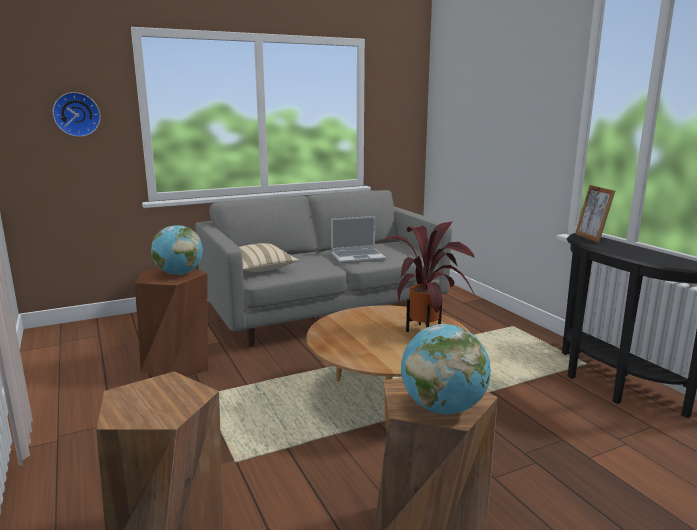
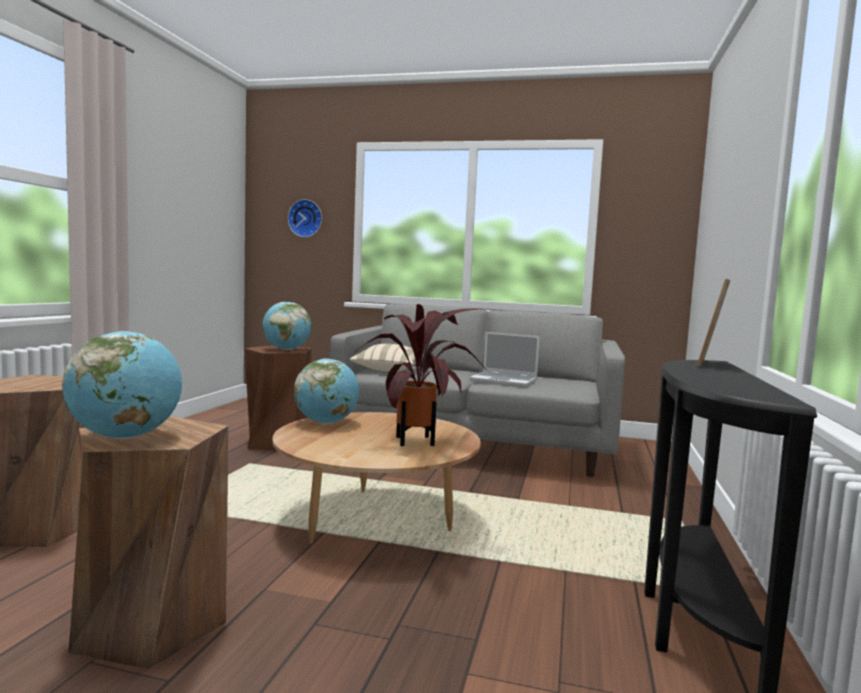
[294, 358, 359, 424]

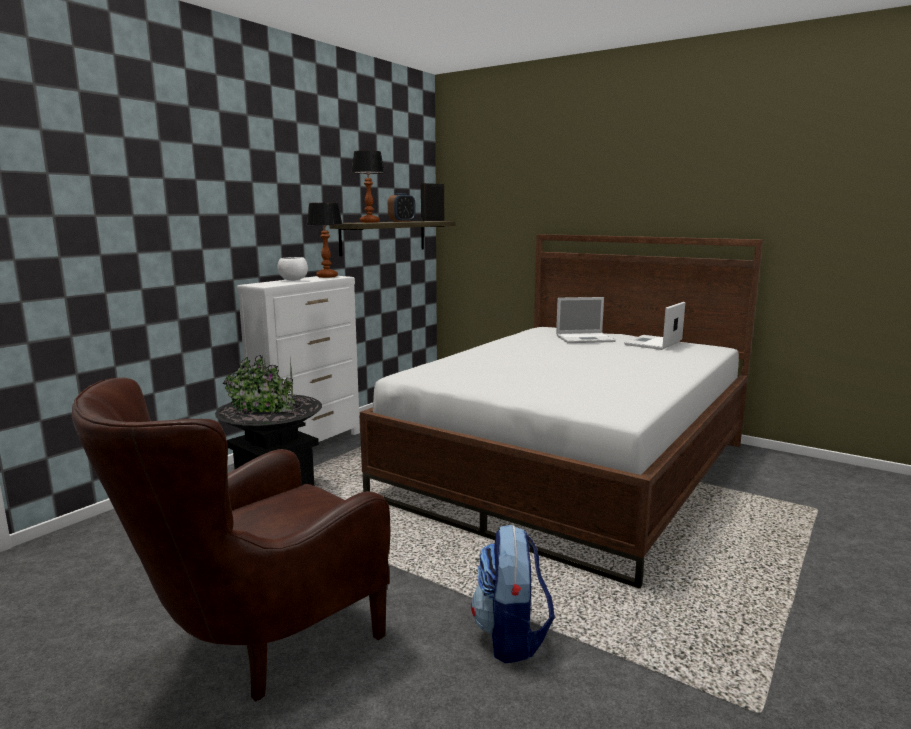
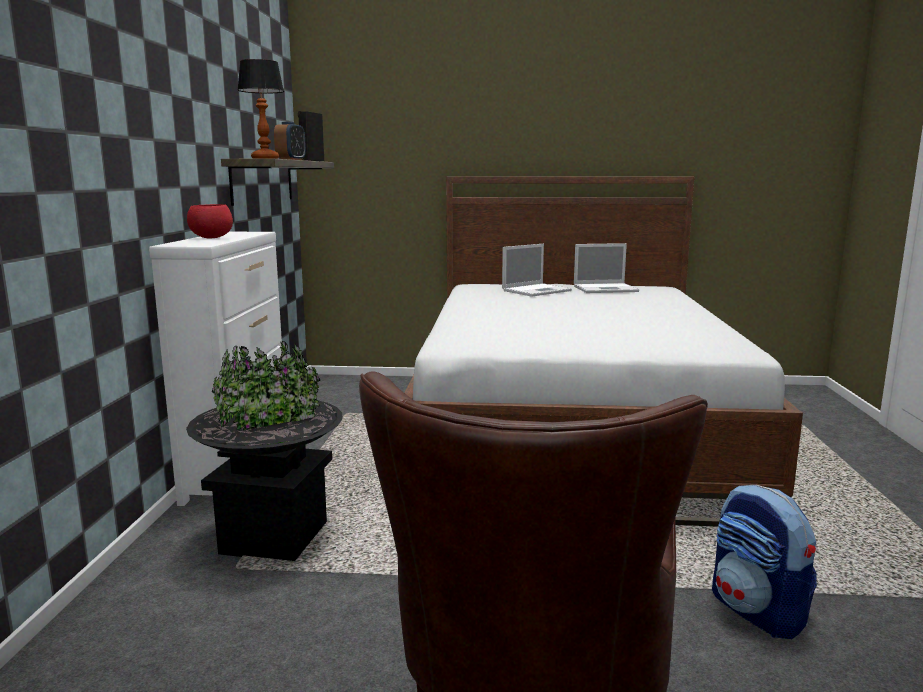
[187, 204, 233, 239]
[307, 203, 343, 278] (first image)
[574, 243, 639, 293]

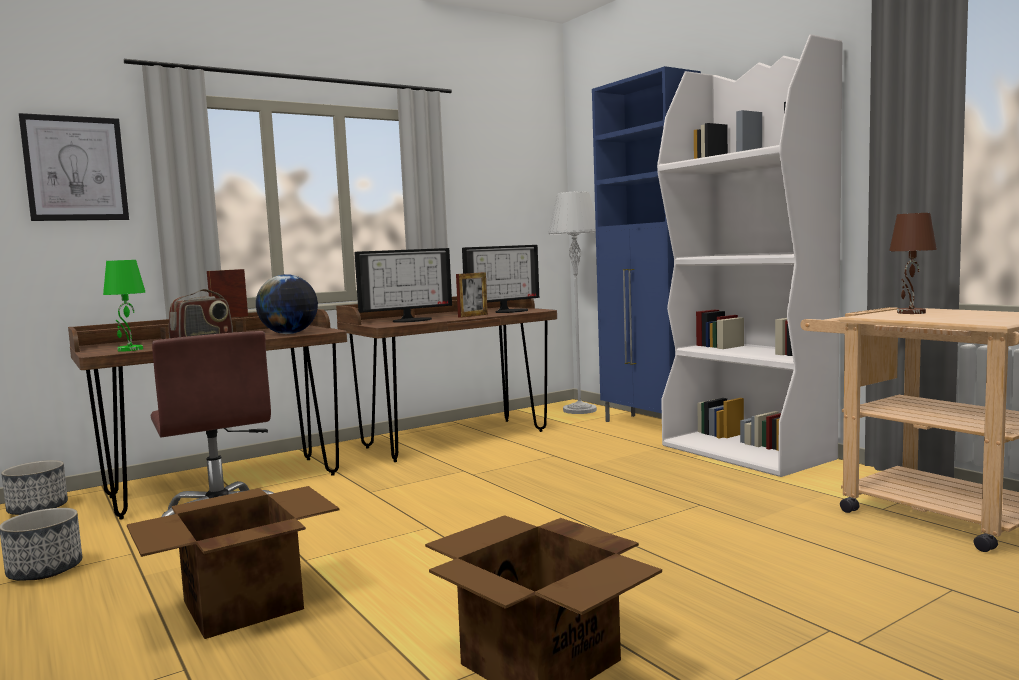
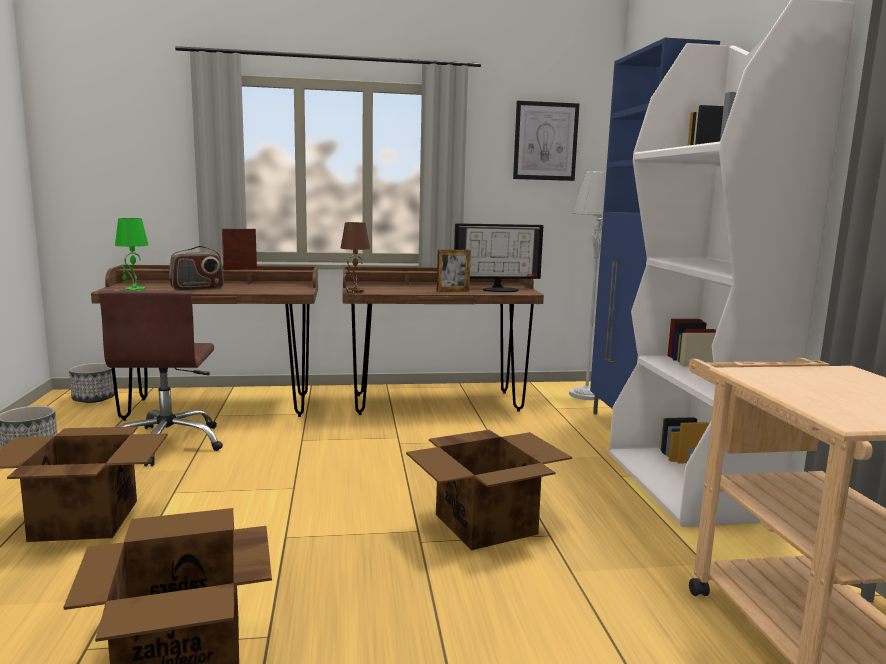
[513, 101, 579, 181]
[256, 274, 318, 334] (first image)
[354, 248, 452, 322] (first image)
[341, 222, 370, 293]
[406, 430, 572, 550]

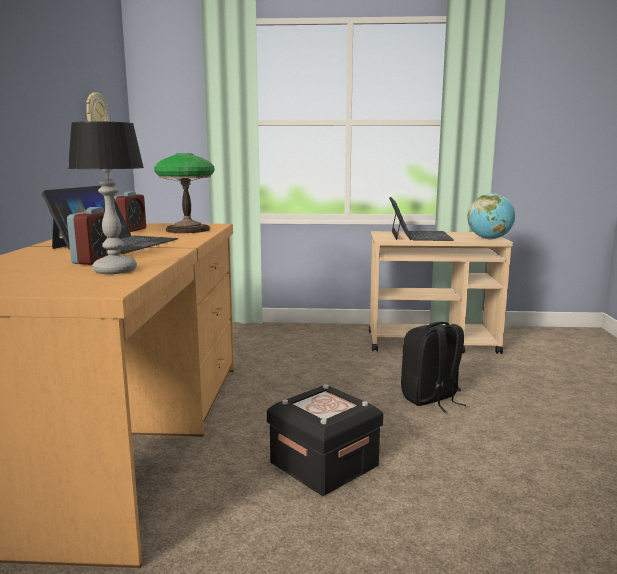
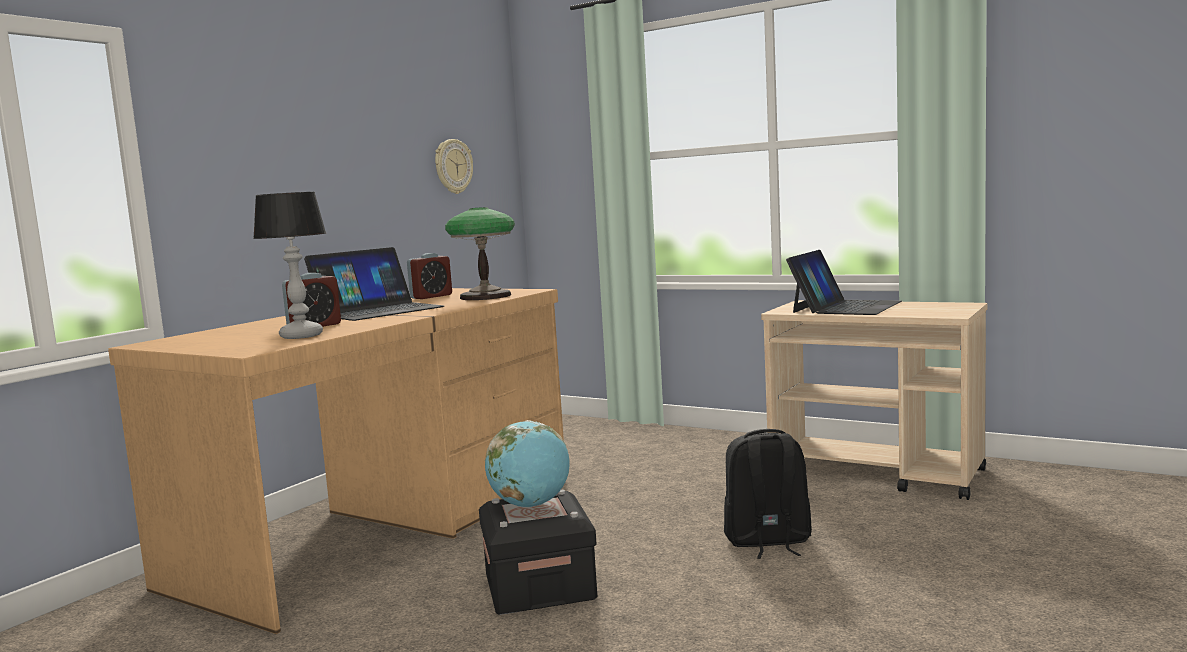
[485, 420, 570, 508]

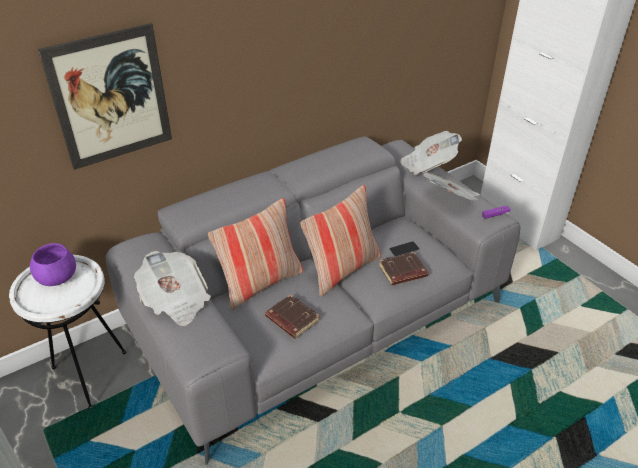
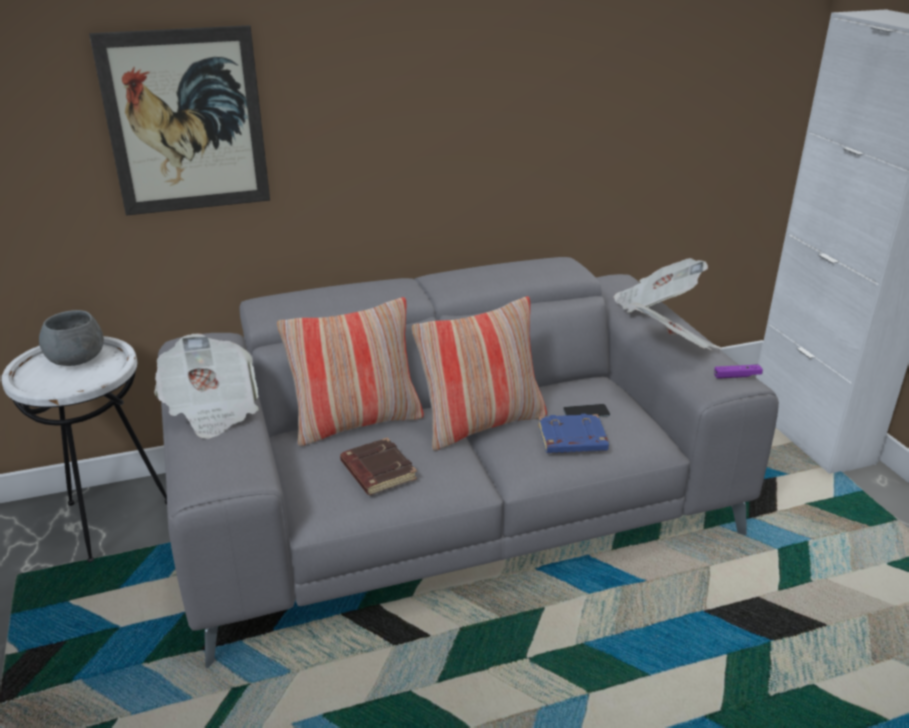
[39, 310, 104, 366]
[538, 414, 609, 453]

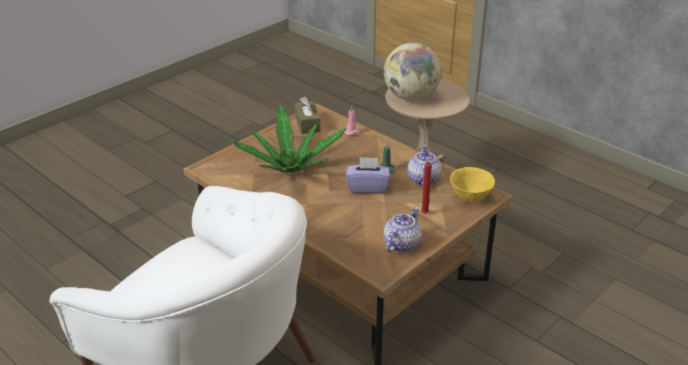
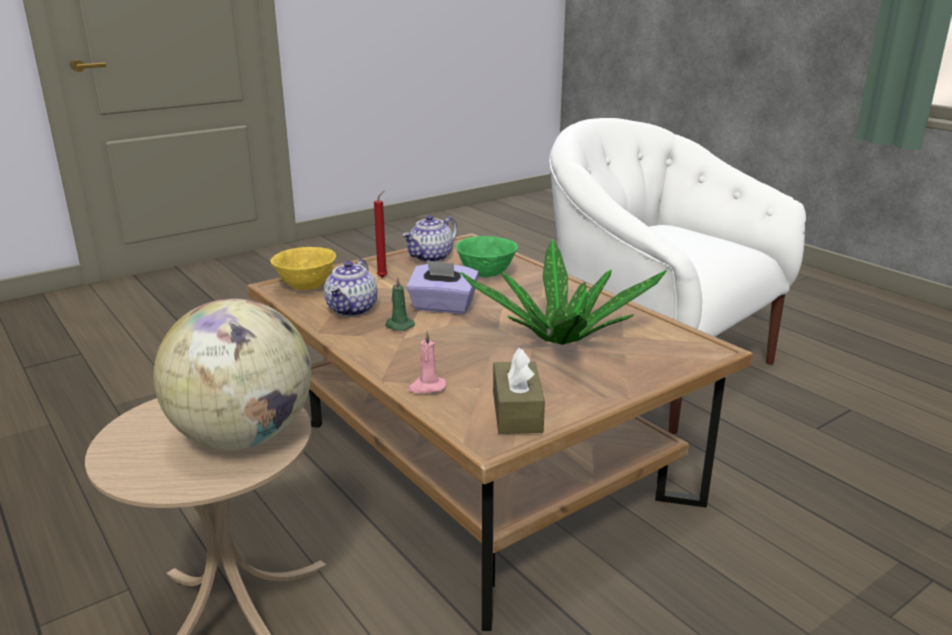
[456, 236, 518, 277]

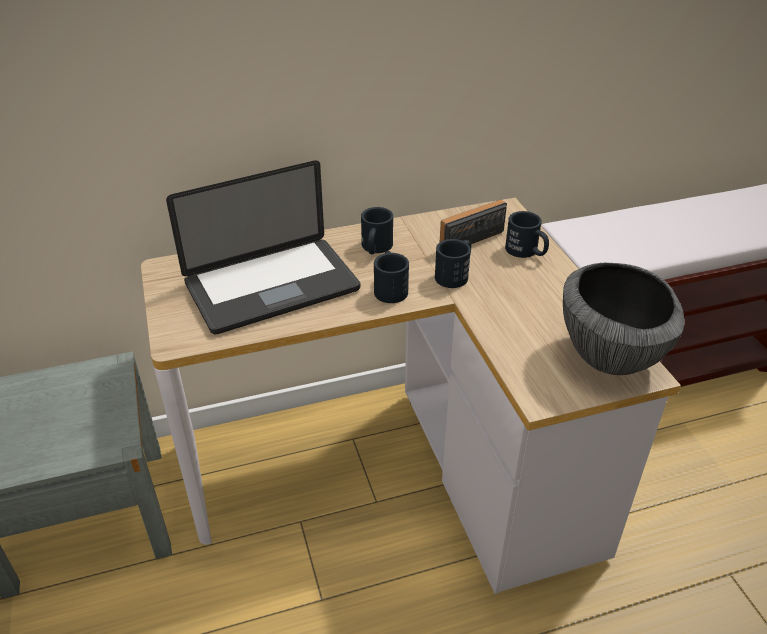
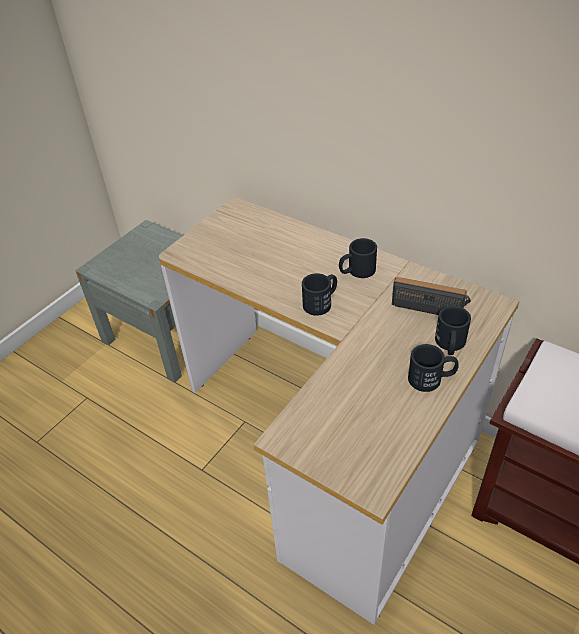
[166, 160, 361, 334] (first image)
[408, 344, 459, 392]
[563, 263, 684, 375] (first image)

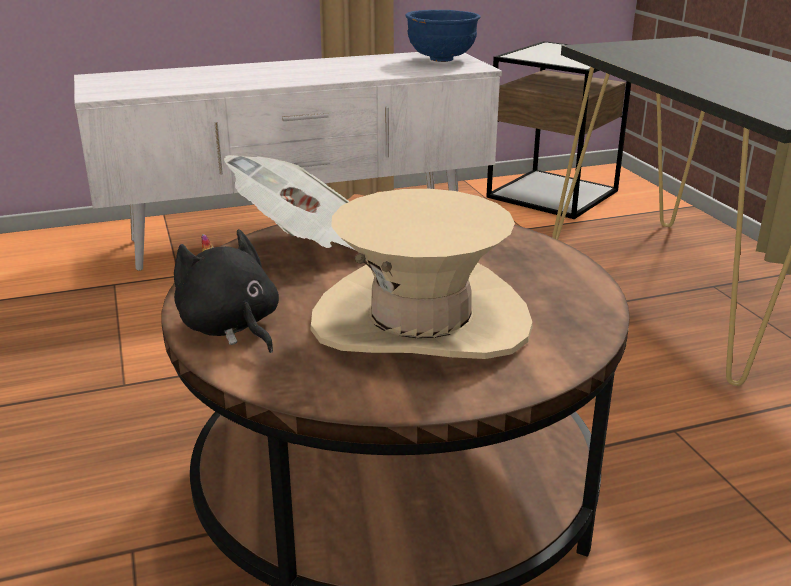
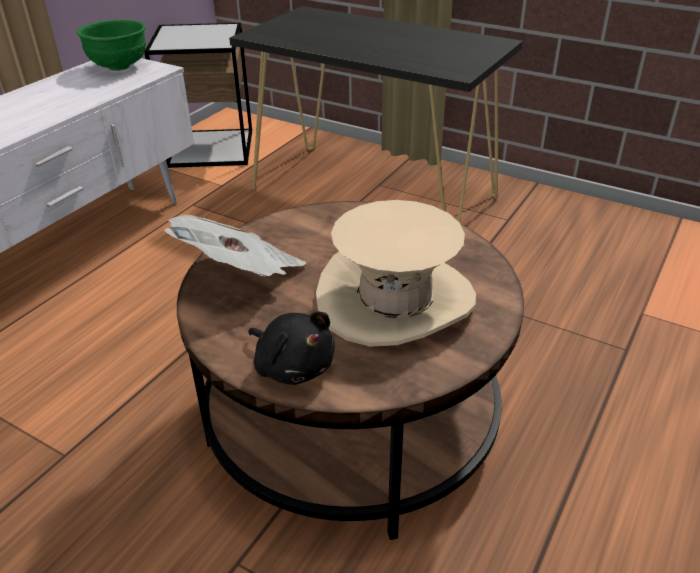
[248, 312, 334, 385]
[76, 20, 146, 71]

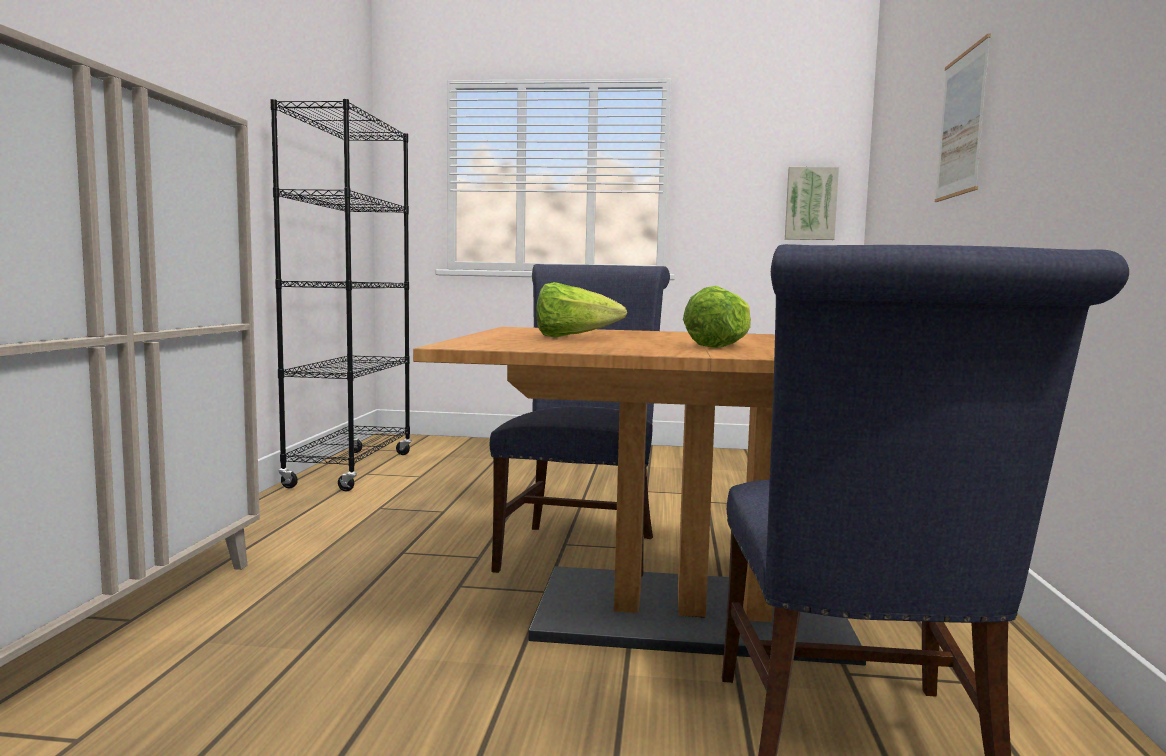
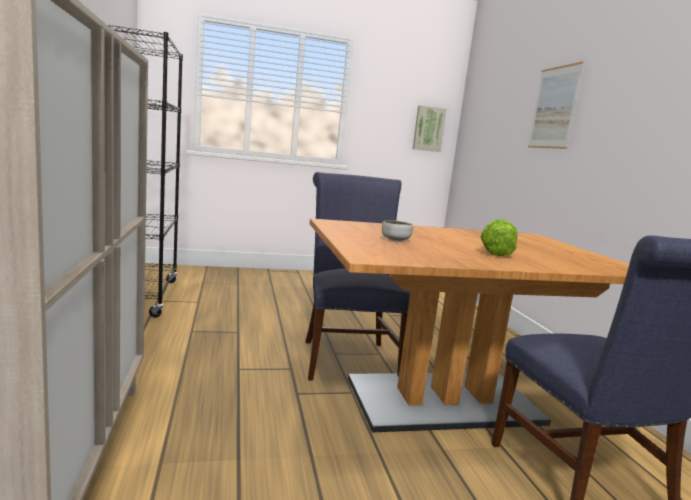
[382, 220, 413, 242]

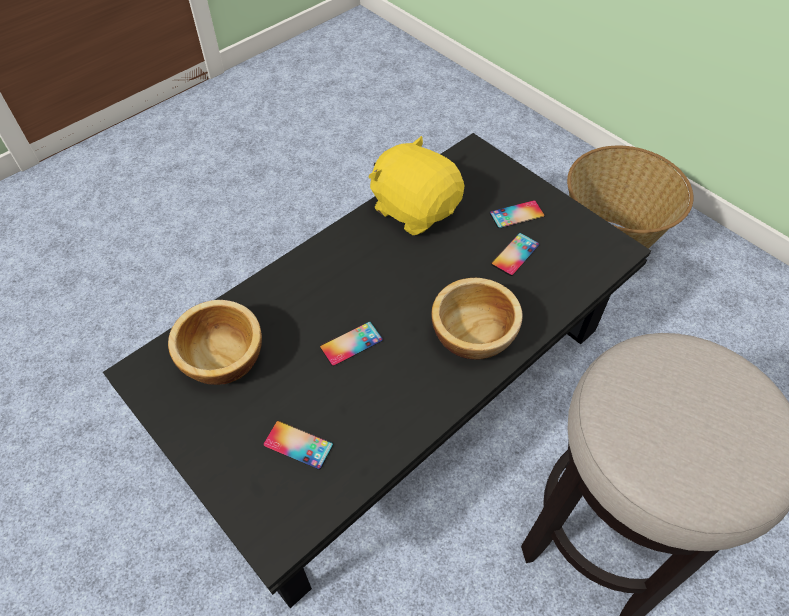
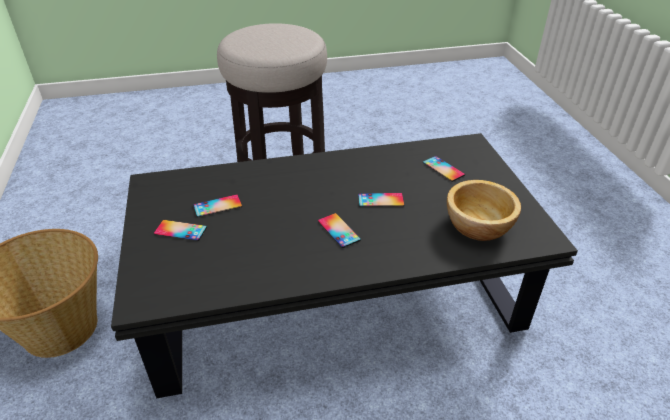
[368, 136, 465, 235] (first image)
[431, 278, 523, 360] (first image)
[318, 213, 361, 248]

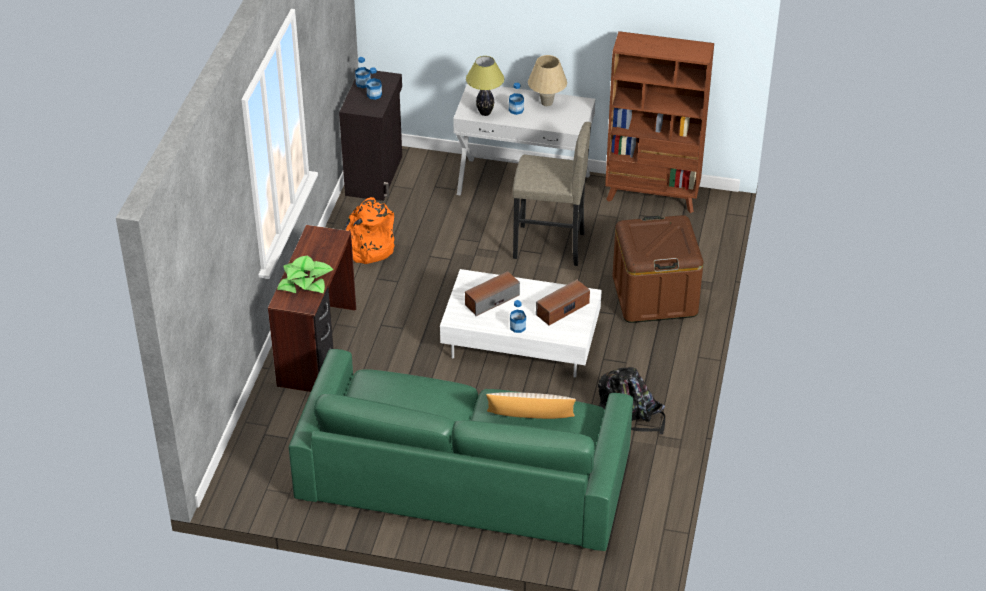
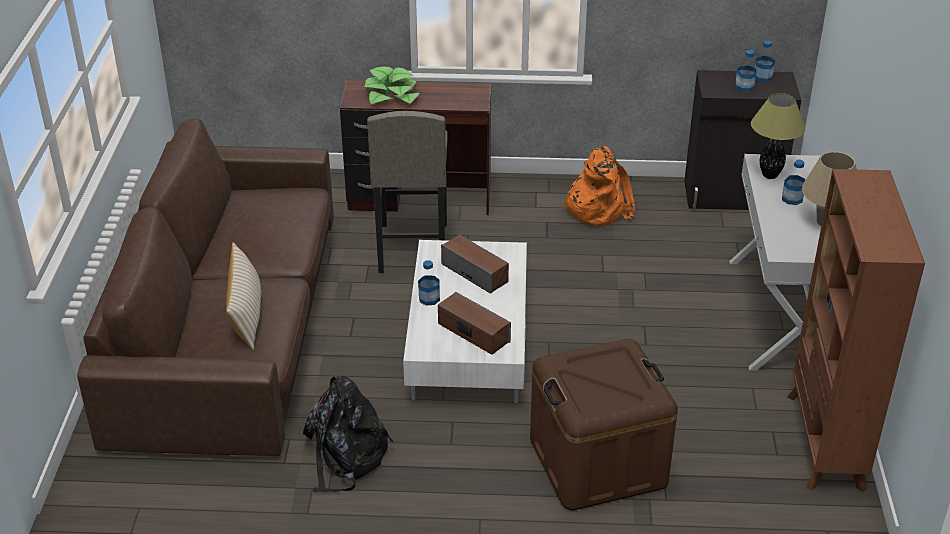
[77, 118, 334, 456]
[367, 111, 447, 273]

